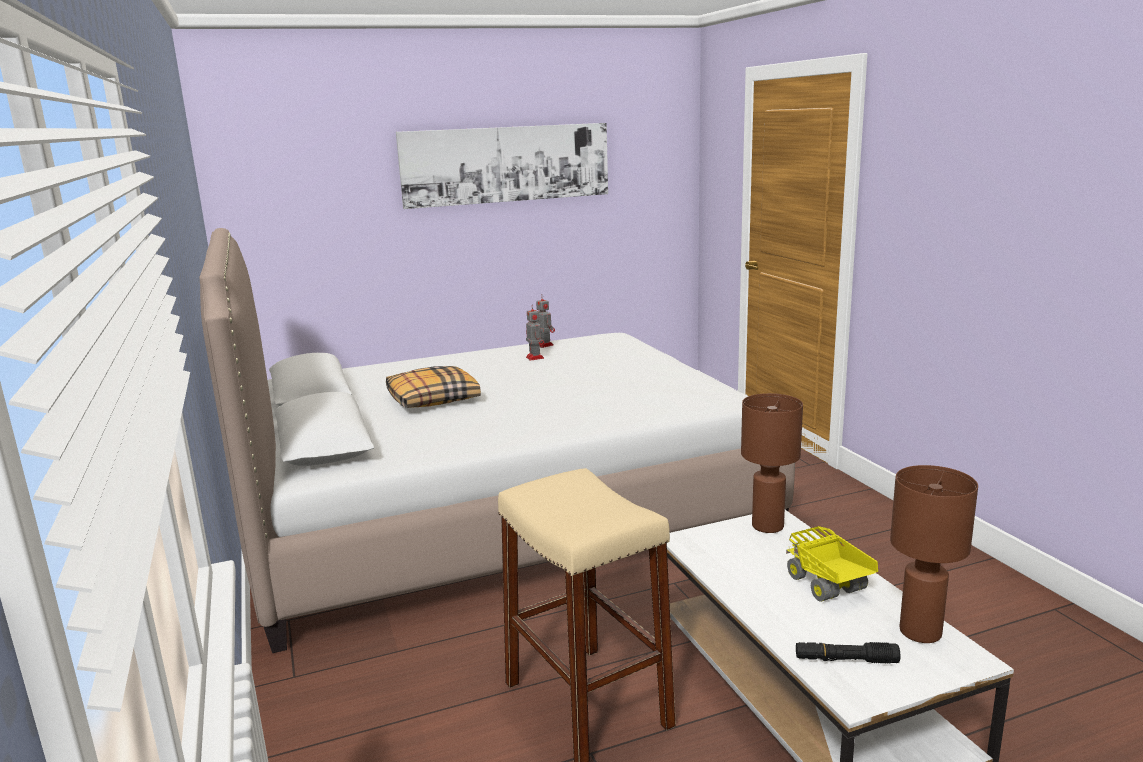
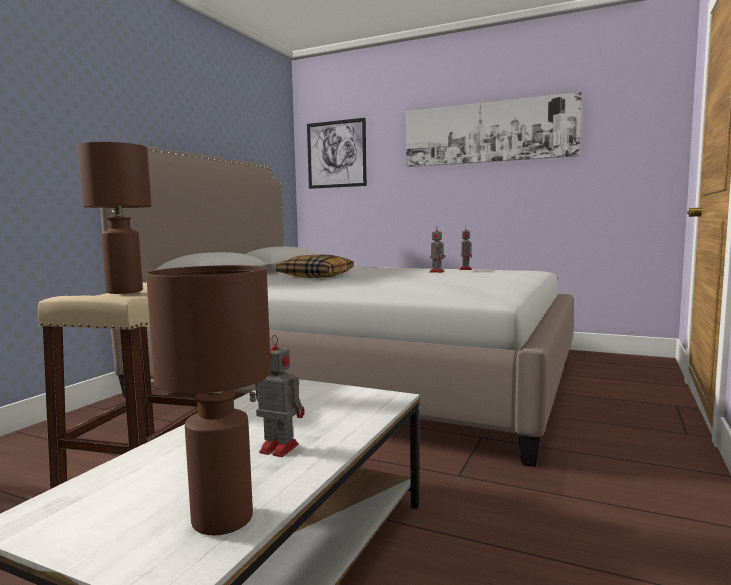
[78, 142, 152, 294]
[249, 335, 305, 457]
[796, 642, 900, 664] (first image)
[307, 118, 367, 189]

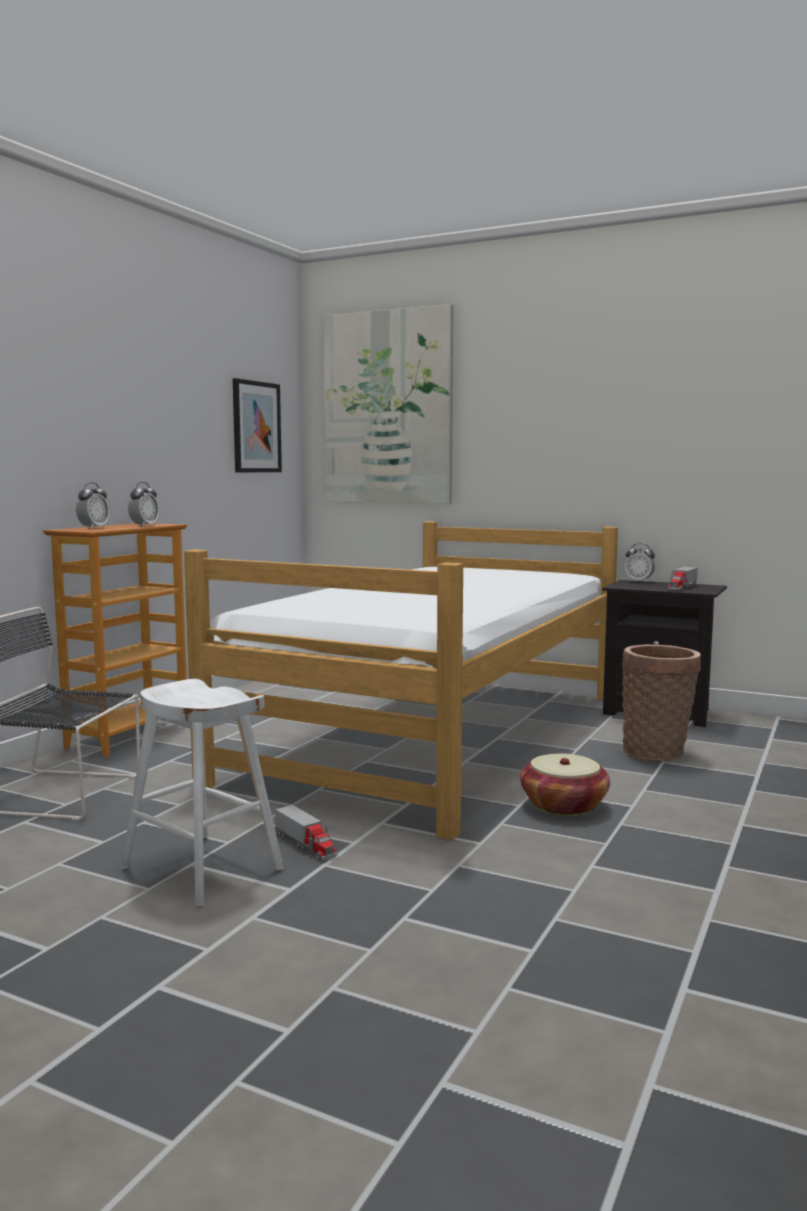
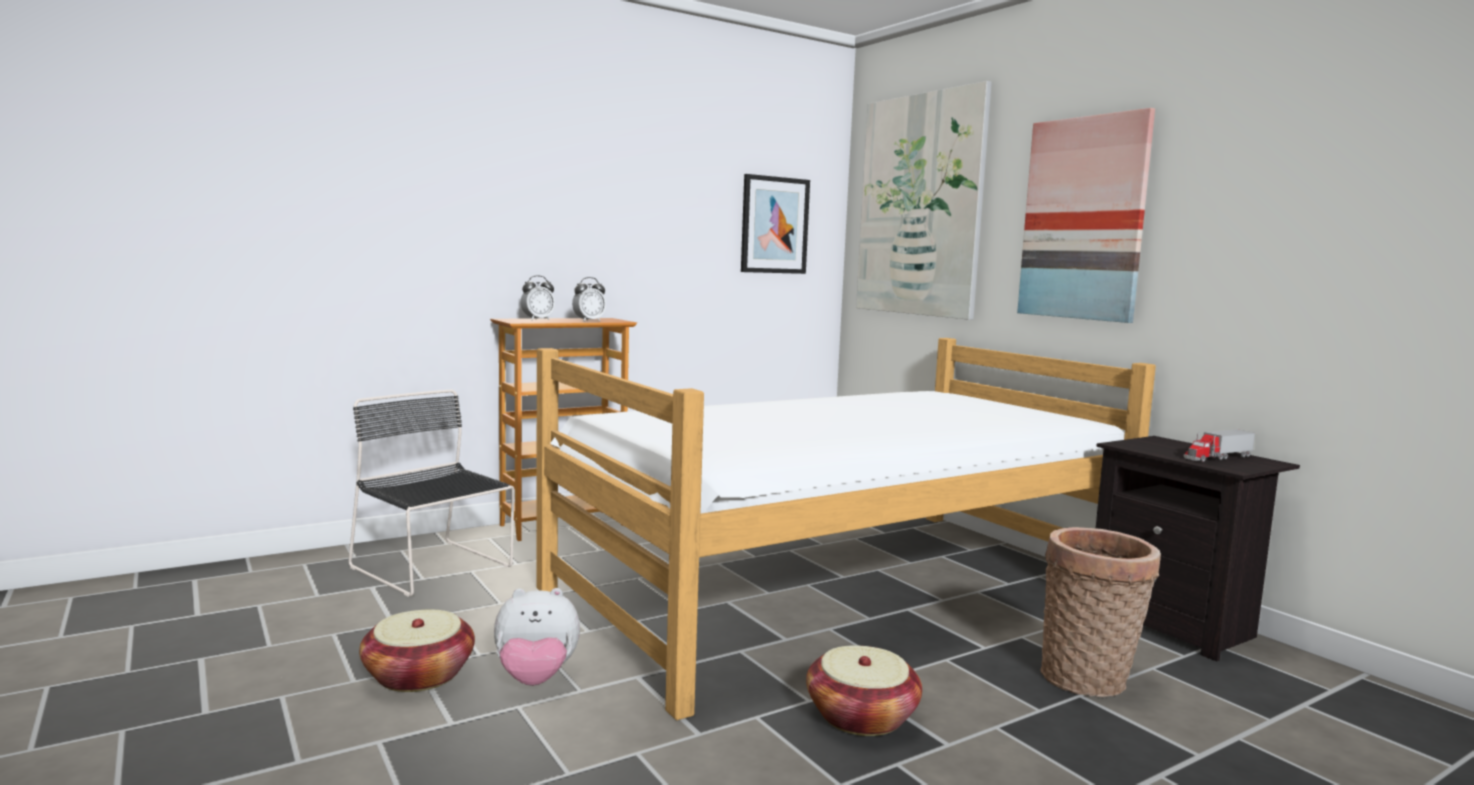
[359, 609, 475, 692]
[494, 588, 580, 686]
[625, 543, 655, 582] (first image)
[1017, 108, 1155, 323]

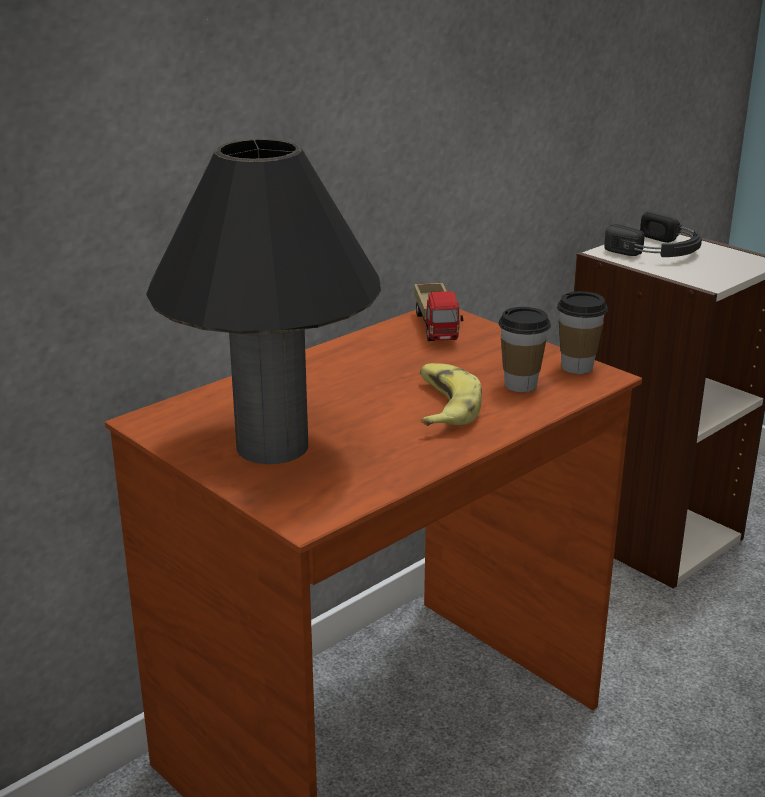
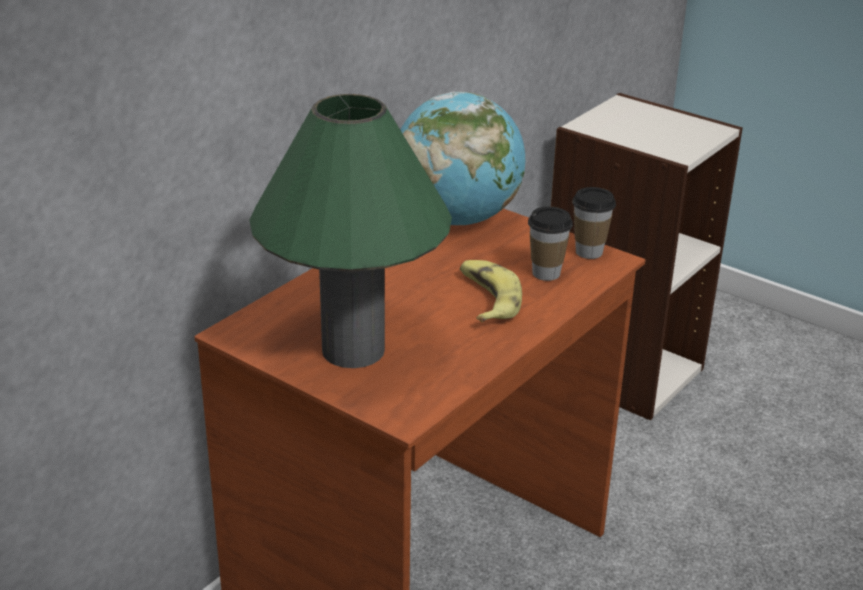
[249, 94, 452, 368]
[401, 92, 525, 225]
[604, 212, 702, 257] (first image)

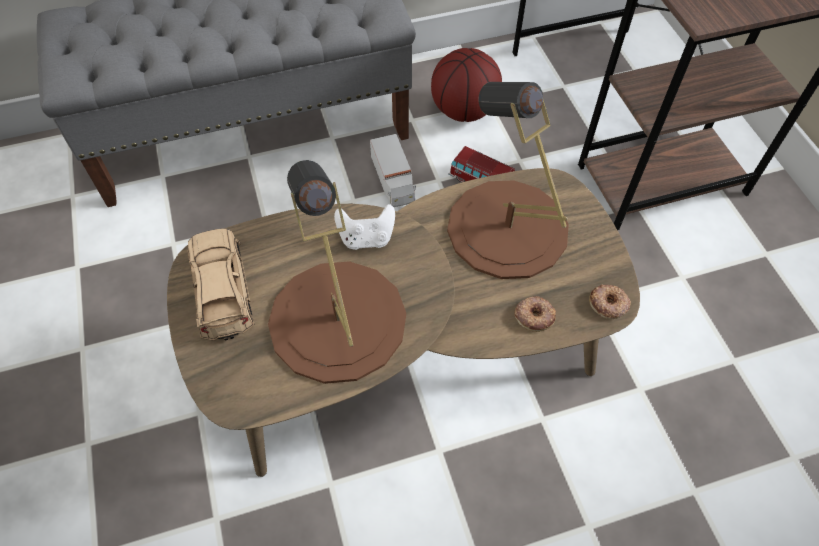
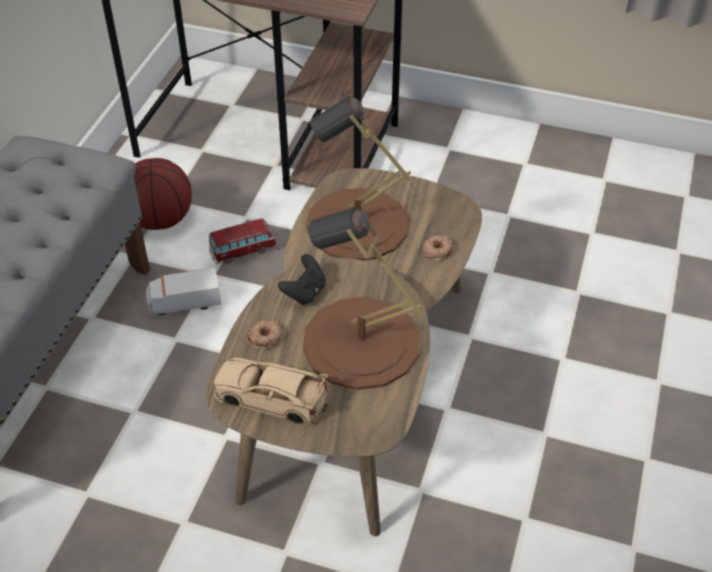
[278, 254, 326, 305]
[146, 267, 221, 315]
[247, 320, 283, 349]

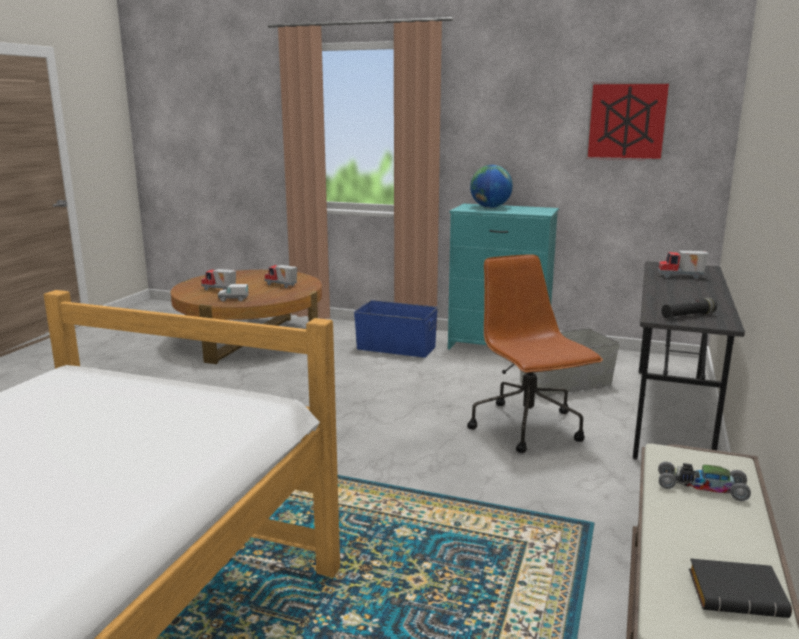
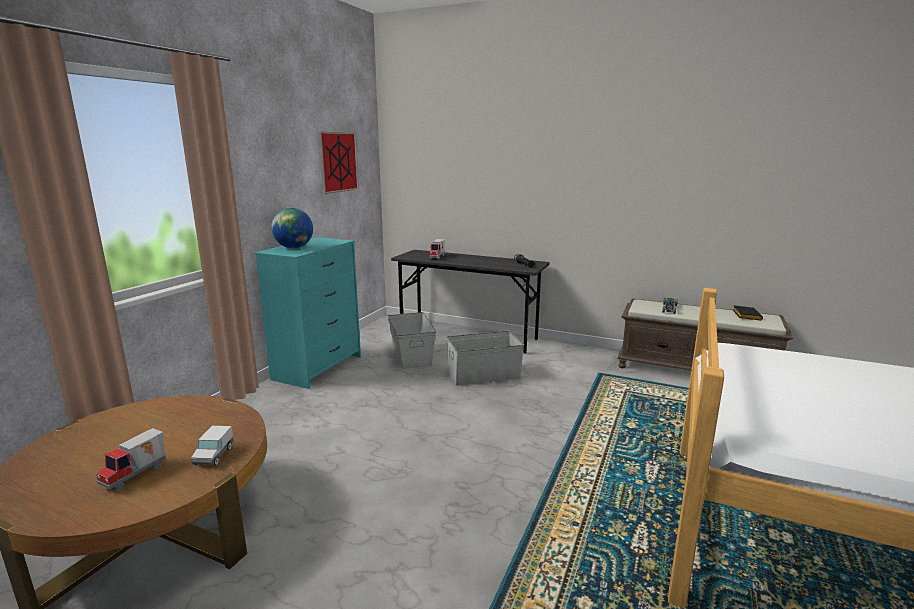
[265, 265, 297, 288] (first image)
[354, 300, 438, 358] (first image)
[447, 331, 524, 386]

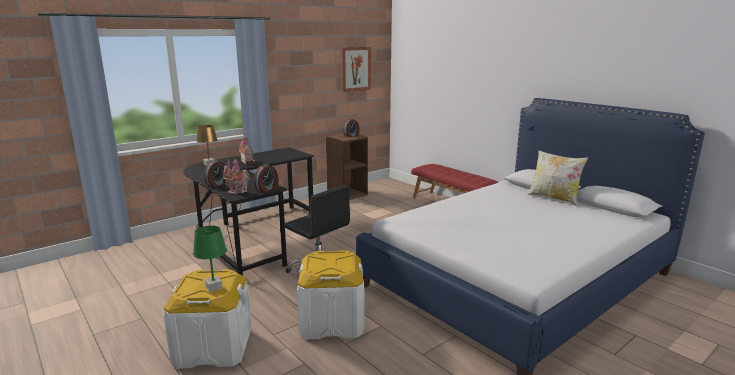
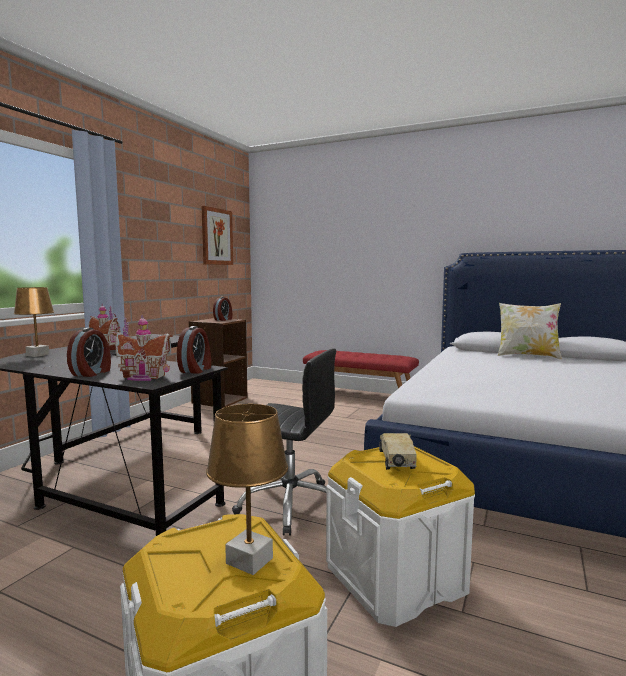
[206, 404, 288, 575]
[379, 433, 417, 470]

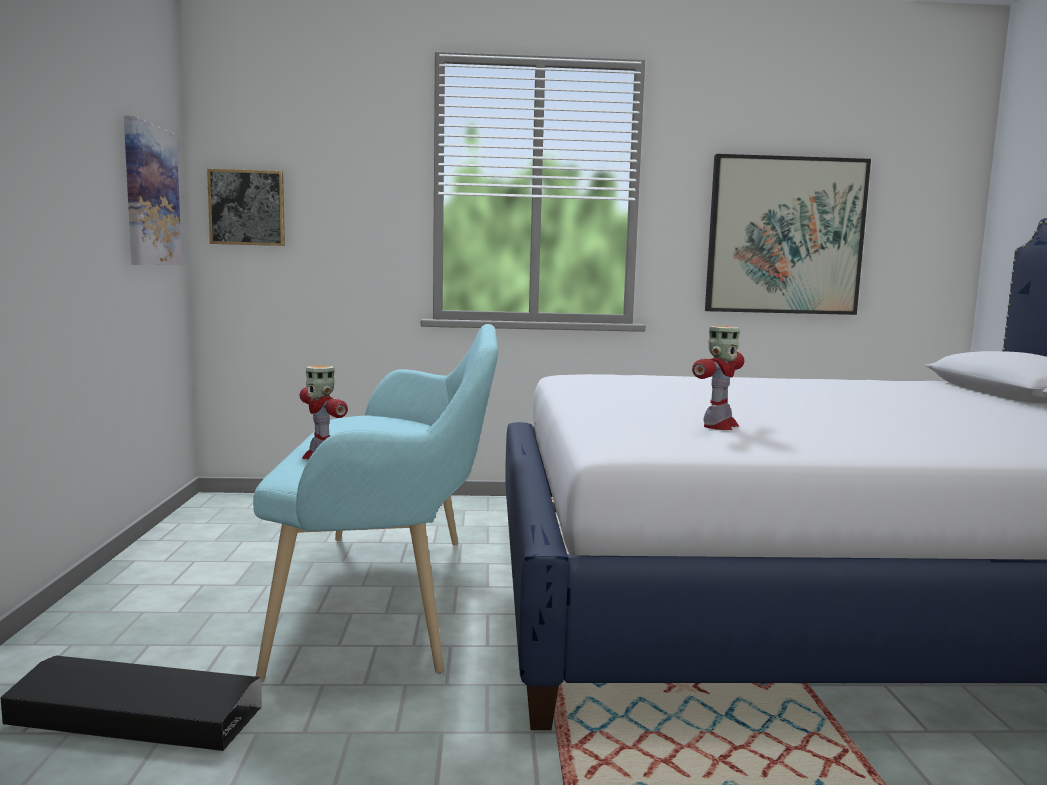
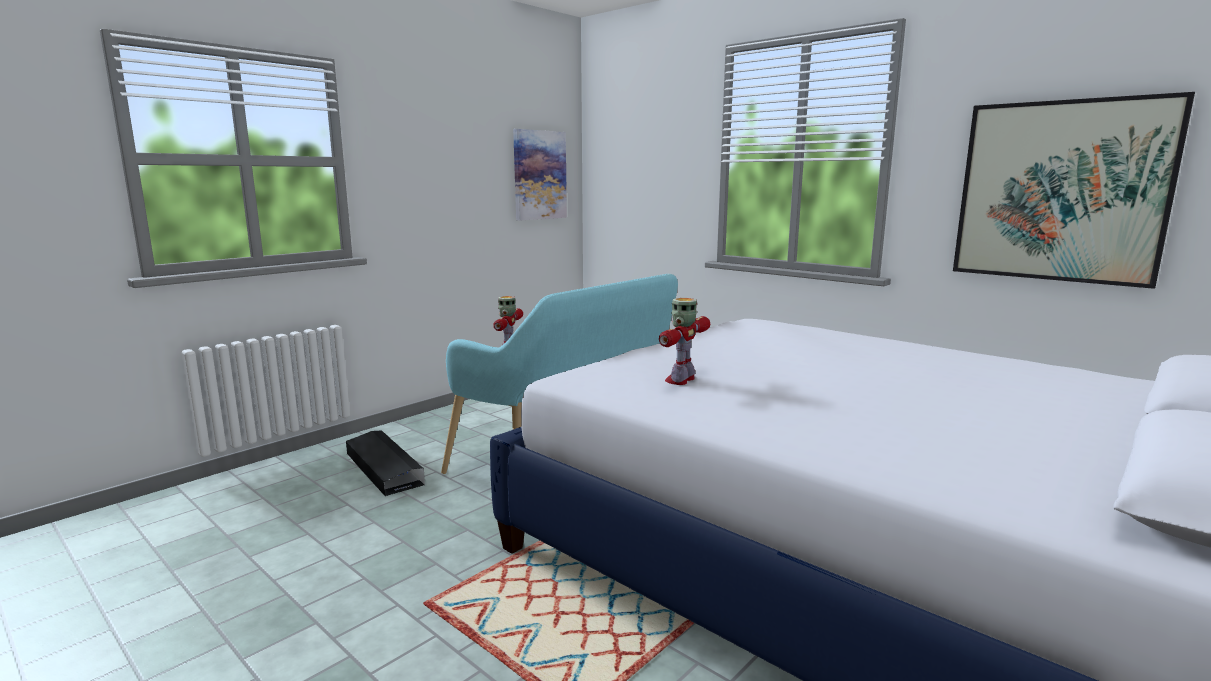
[207, 169, 285, 246] (first image)
[659, 298, 710, 385]

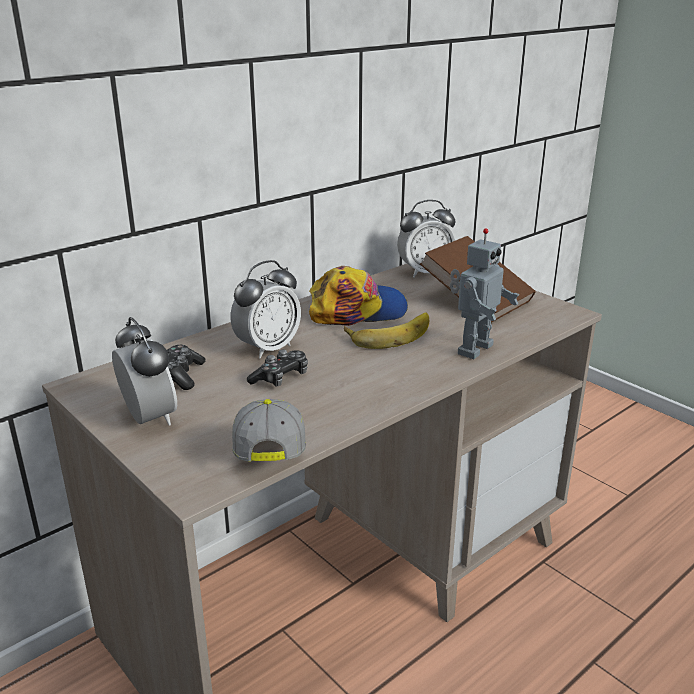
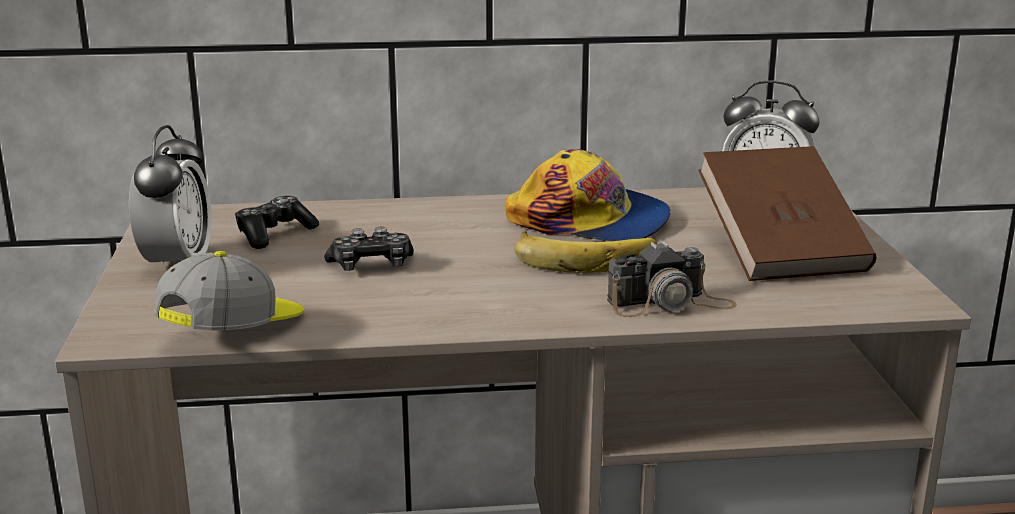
[230, 260, 301, 359] (first image)
[607, 241, 737, 317]

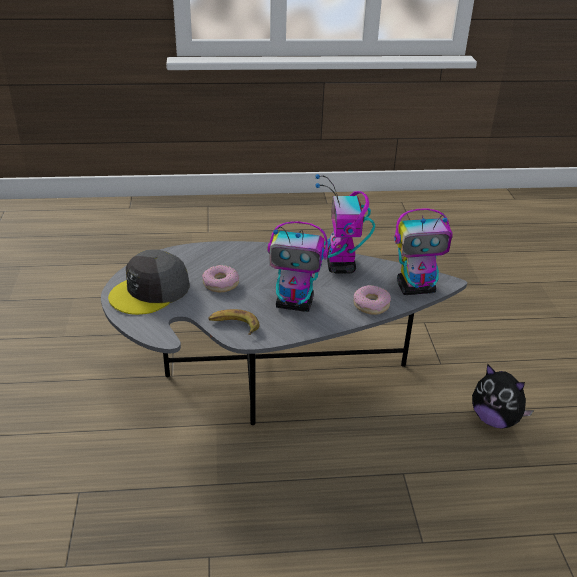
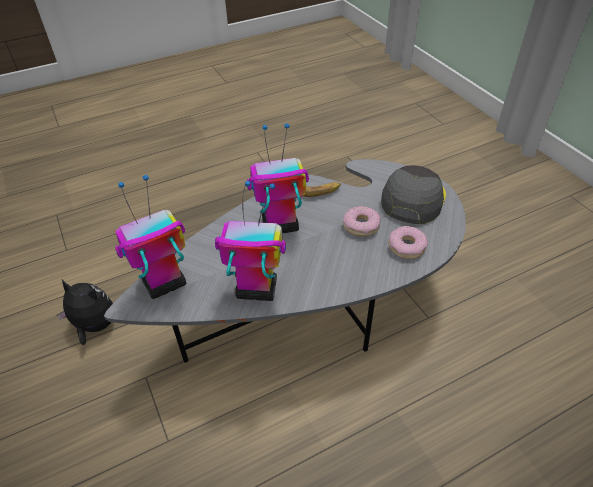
[215, 181, 286, 301]
[388, 226, 428, 259]

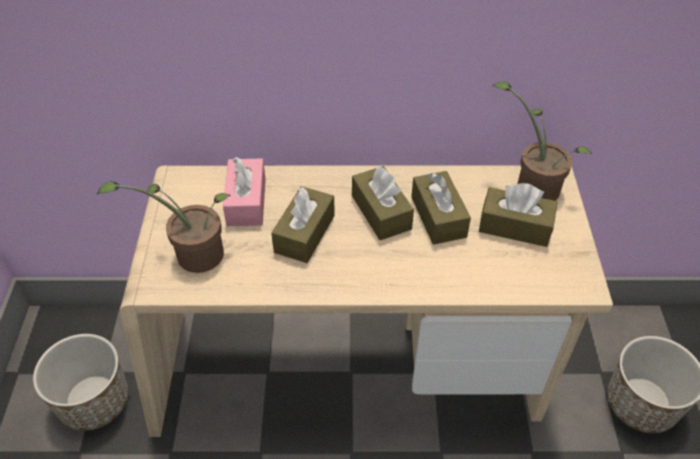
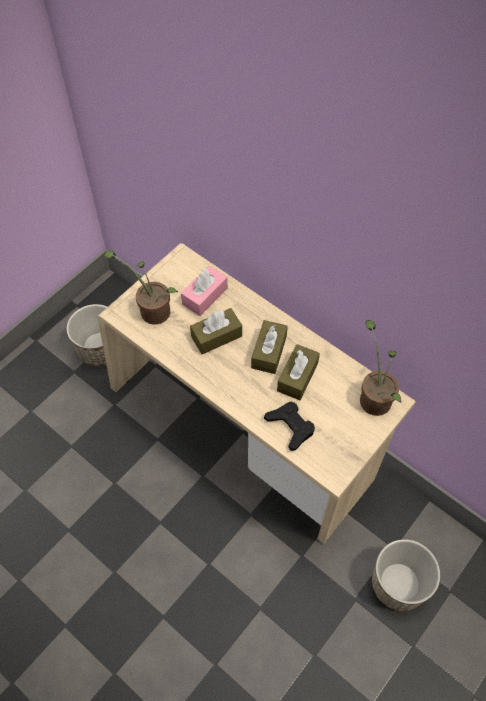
[479, 183, 558, 247] (first image)
[264, 402, 315, 451]

